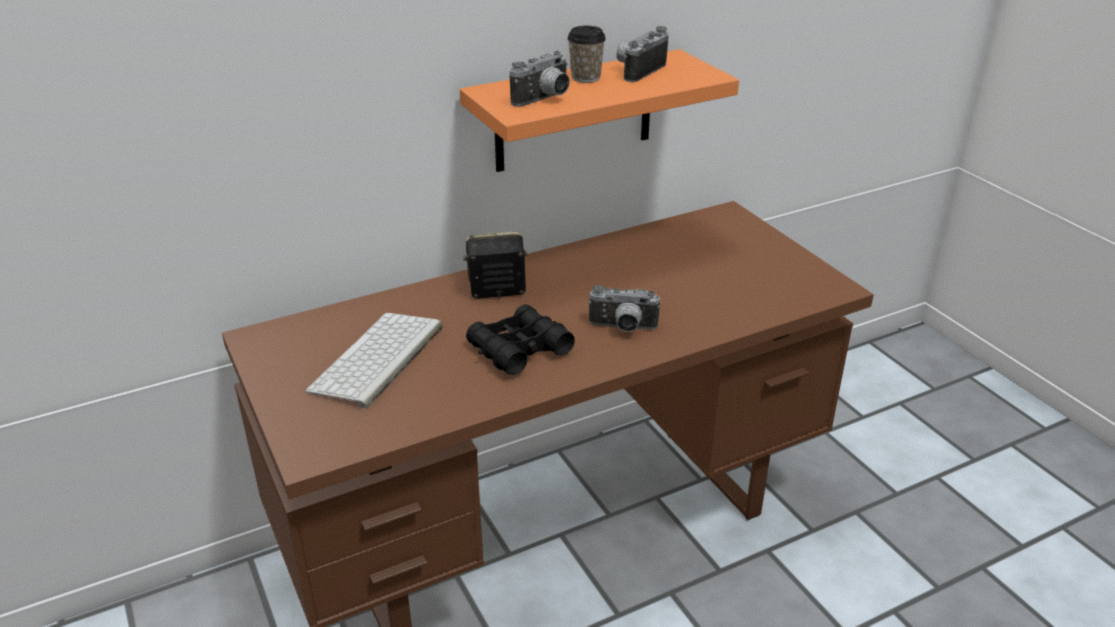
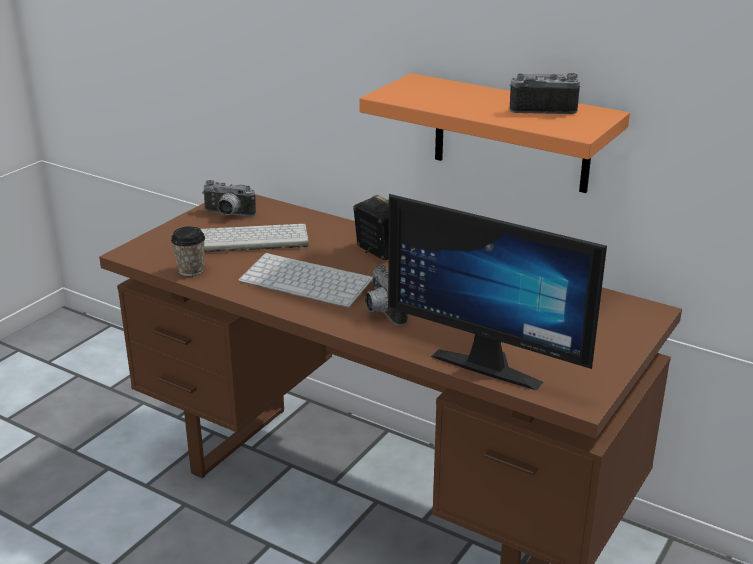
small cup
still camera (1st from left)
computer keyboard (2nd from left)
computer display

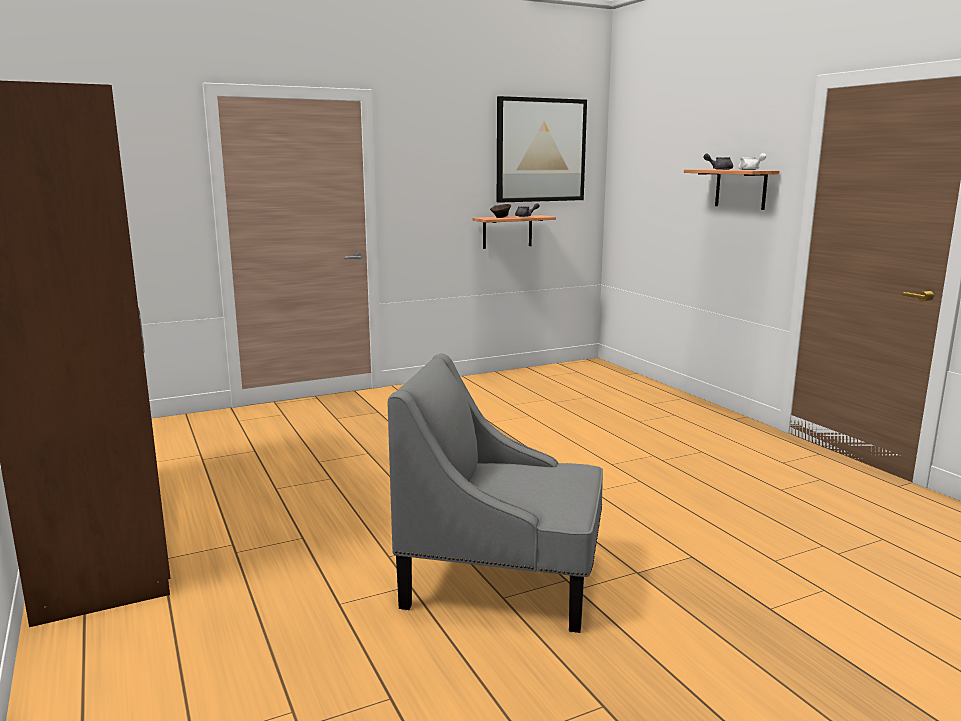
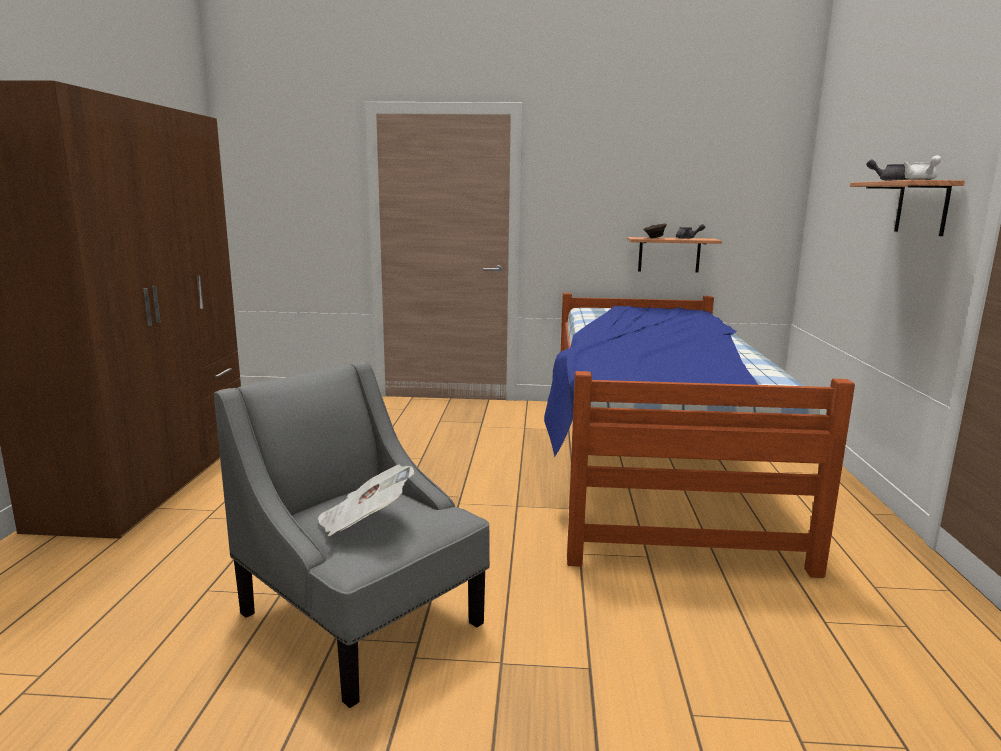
newspaper
bedroom bed
wall picture

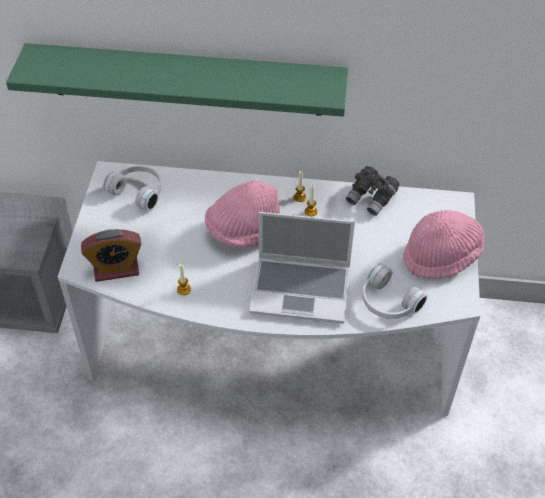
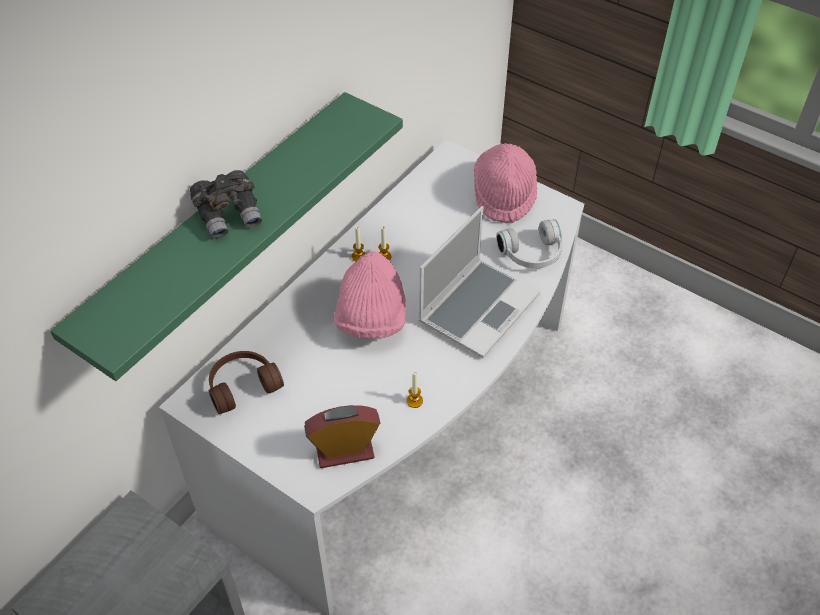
gray binoculars
brown-coloured pair of headphones
bedside clock

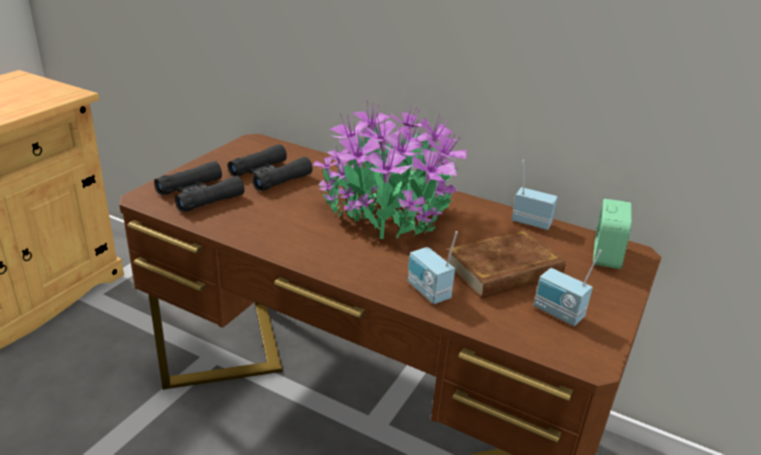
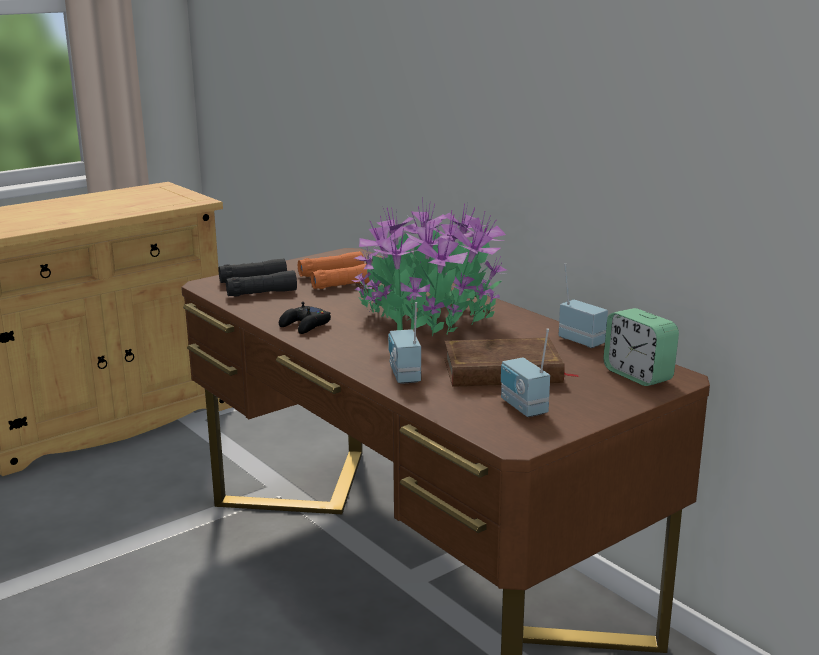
black-coloured game controller
orange binoculars
bedside clock

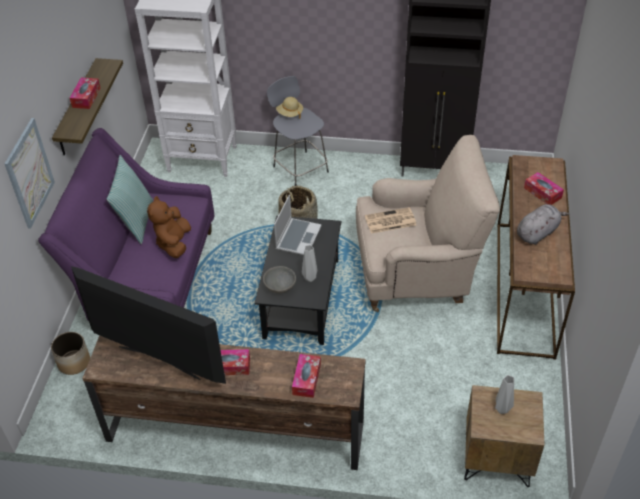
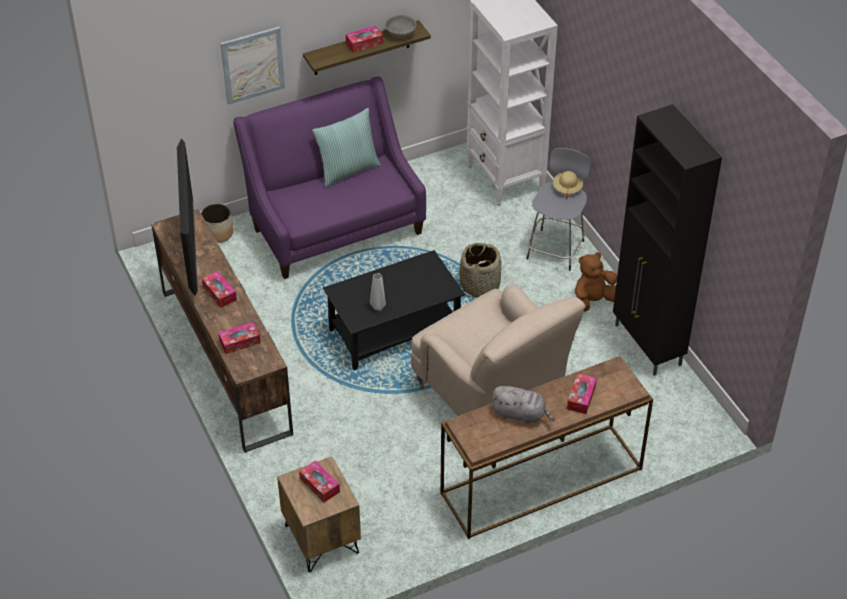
tissue box (3rd from left)
gray serving bowl
brown-coloured cuddly toy
notebook computer
newspaper

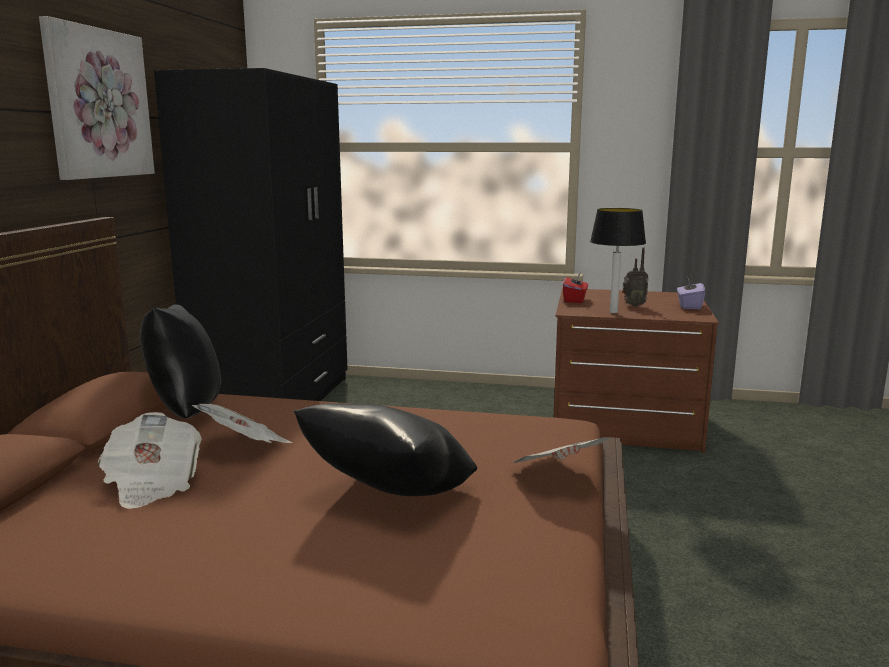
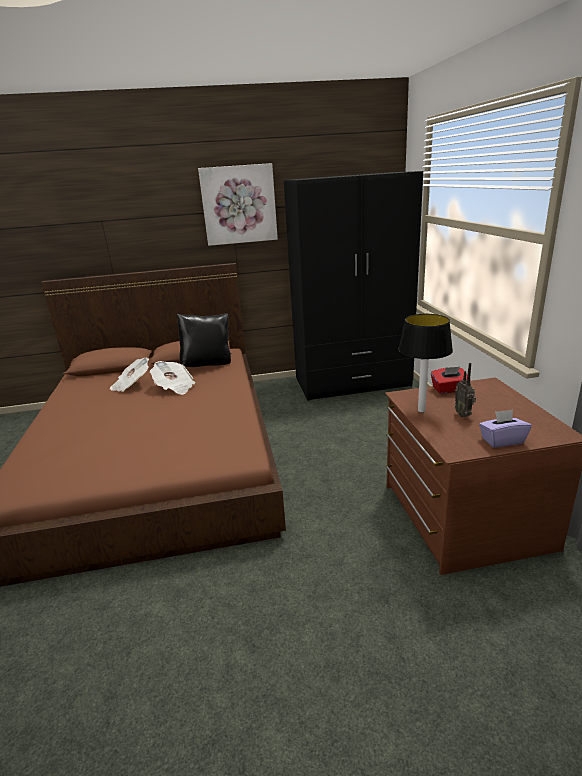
black-coloured pillow (2nd from left in the first image)
newspaper (3rd from left in the first image)

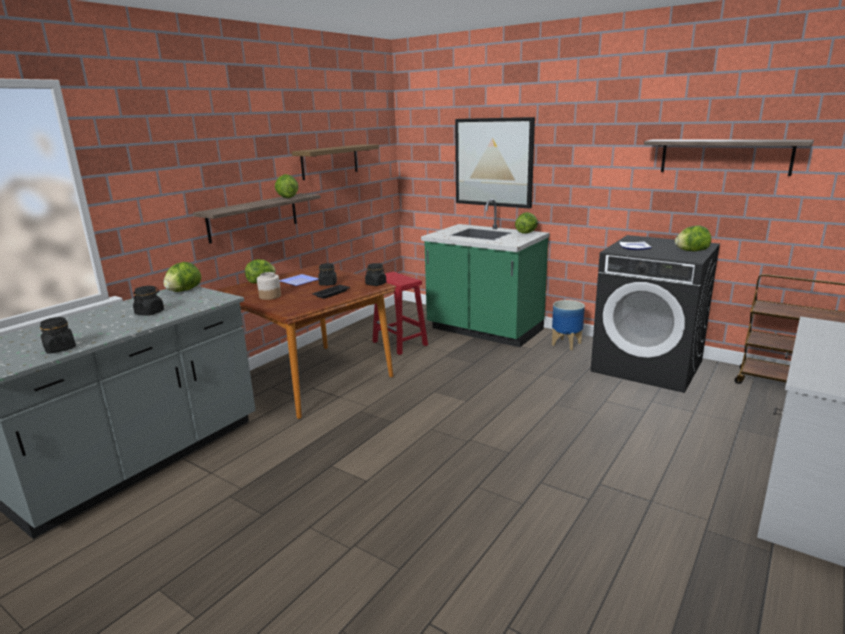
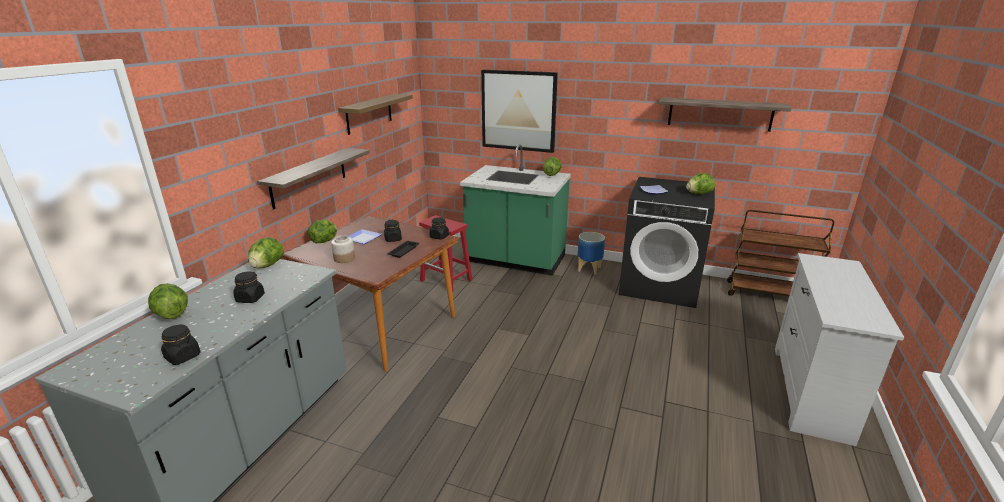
lettuce (1st from left)

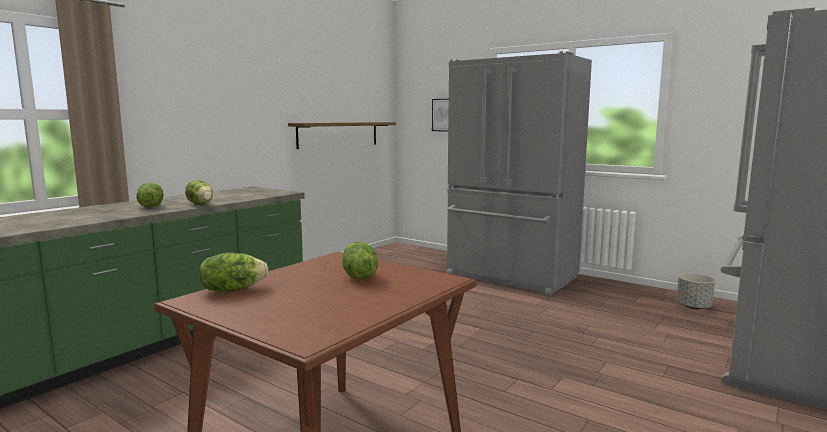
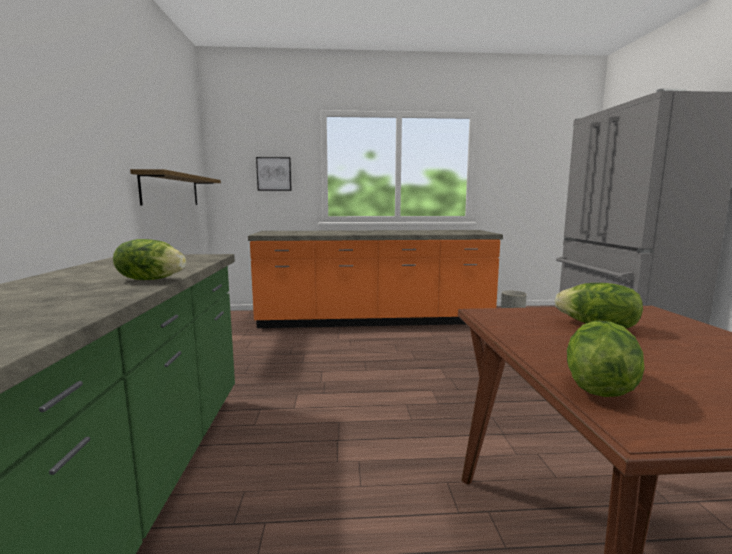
orange kitchen counter
lettuce (1st from left in the first image)

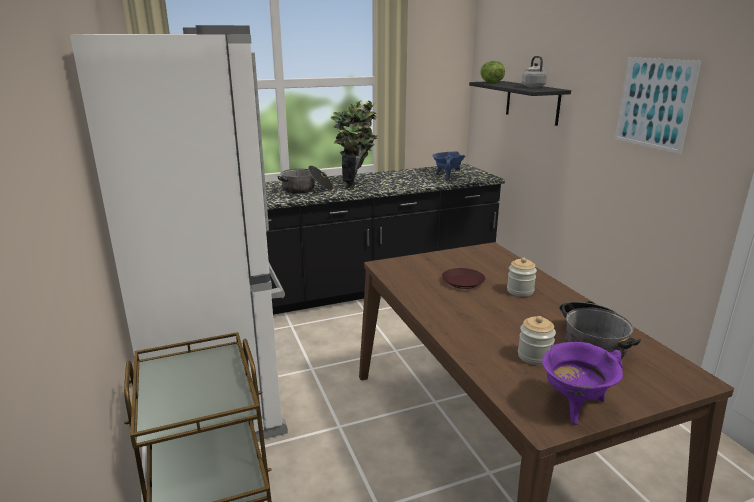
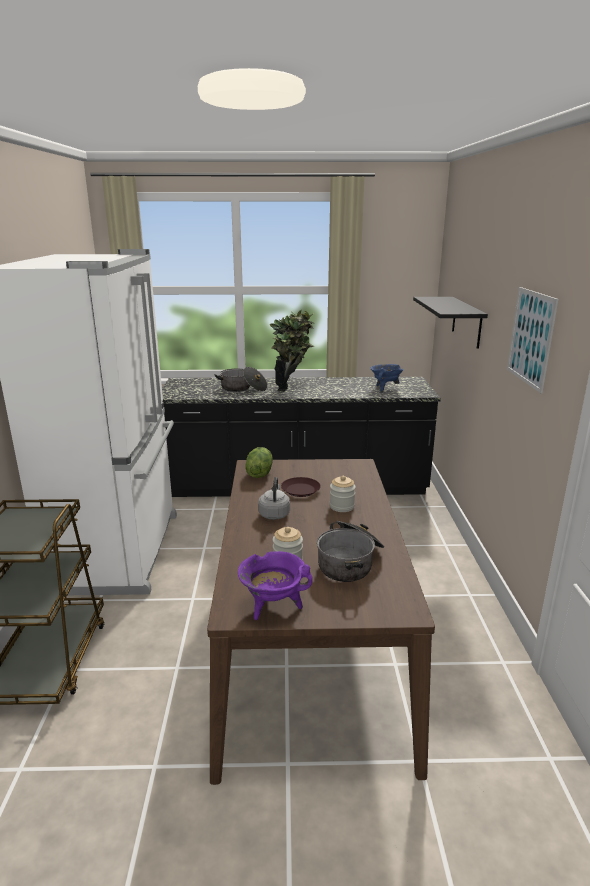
lettuce
gray kettle

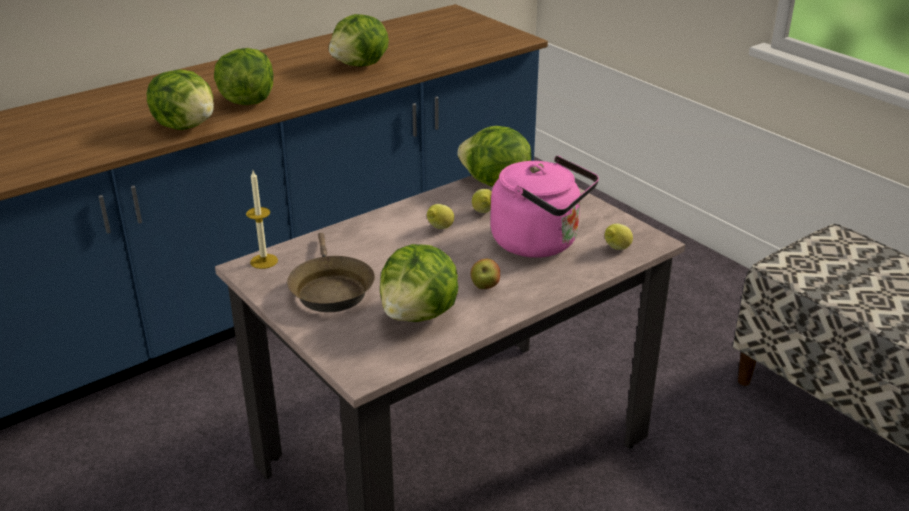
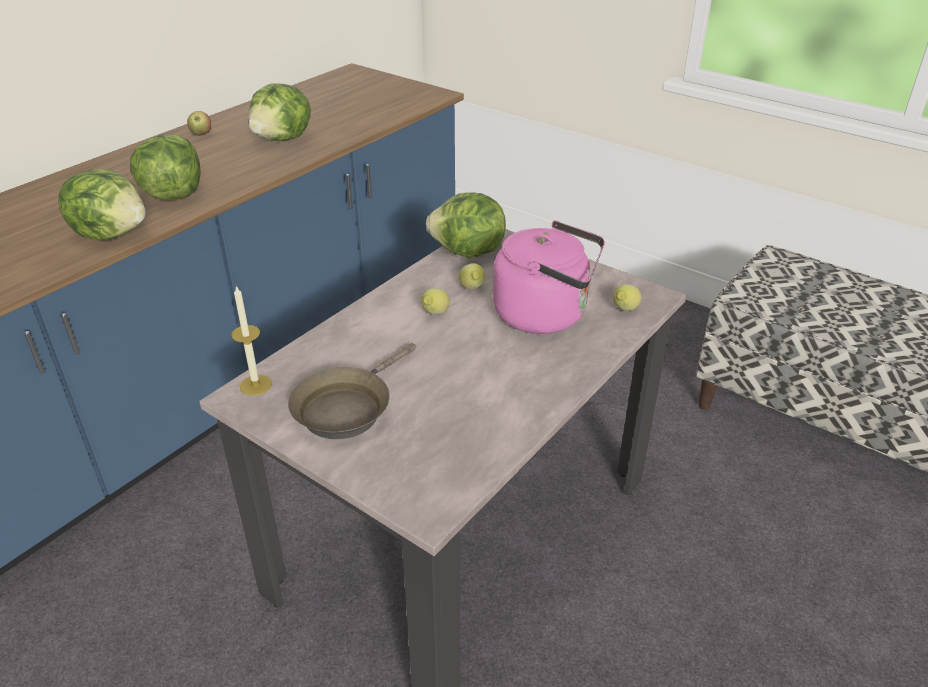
whole apple
brown-coloured pan
lettuce (4th from left in the first image)

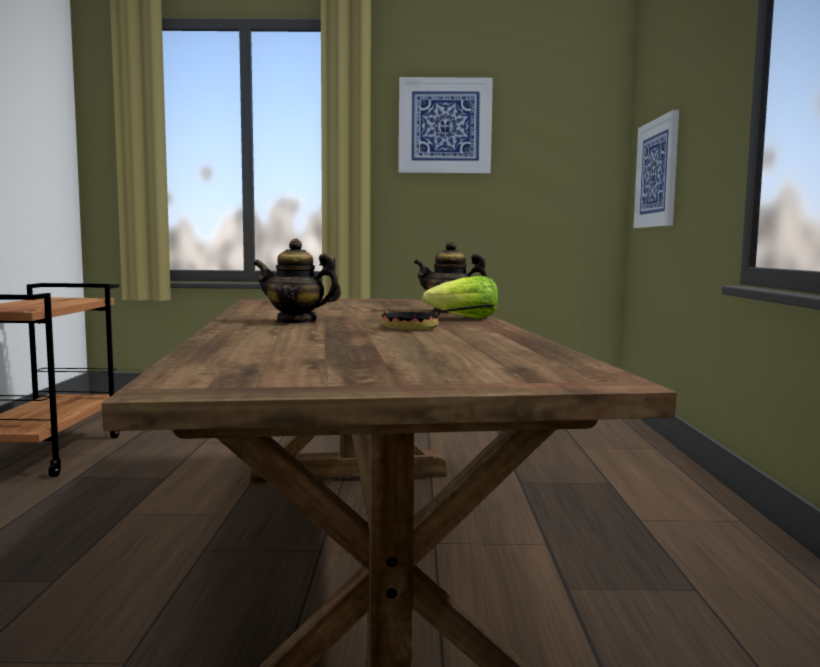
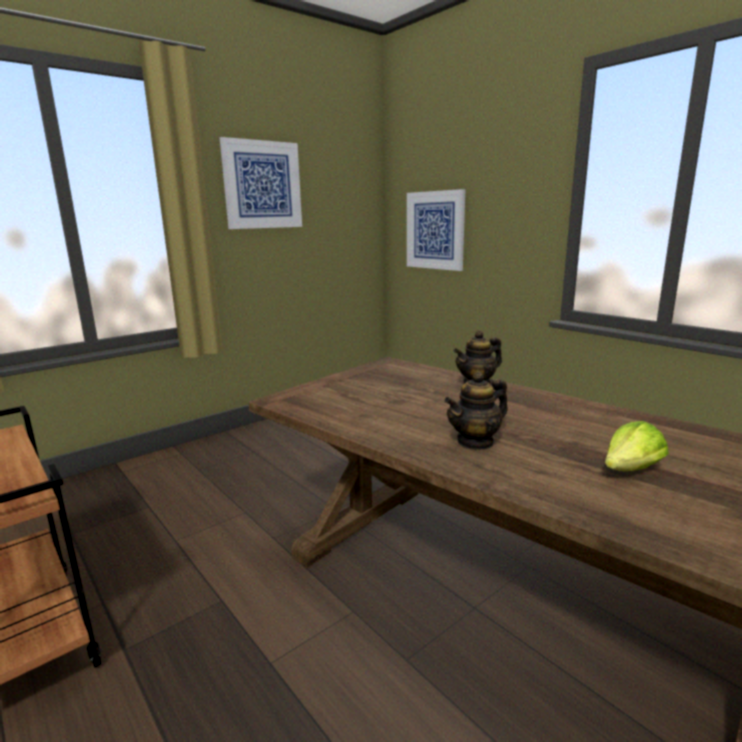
lettuce
pan

